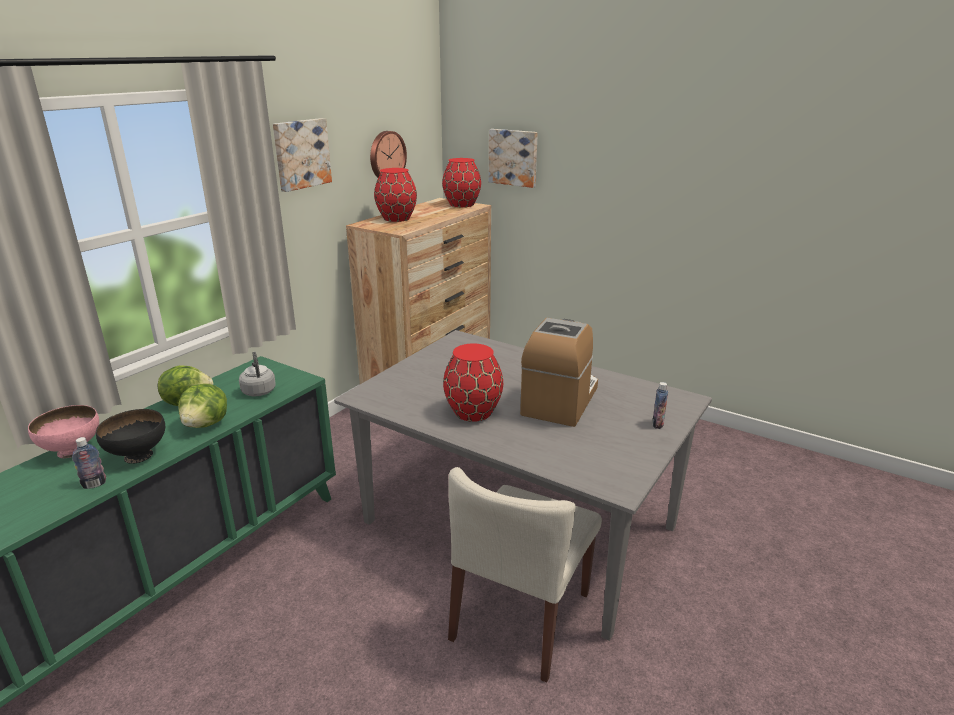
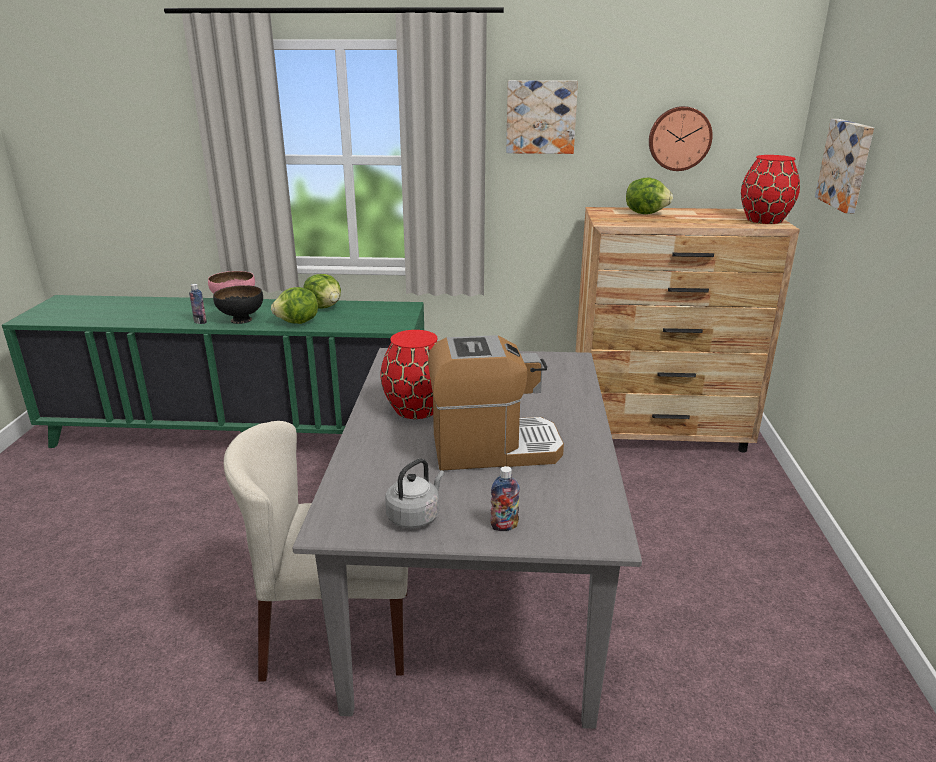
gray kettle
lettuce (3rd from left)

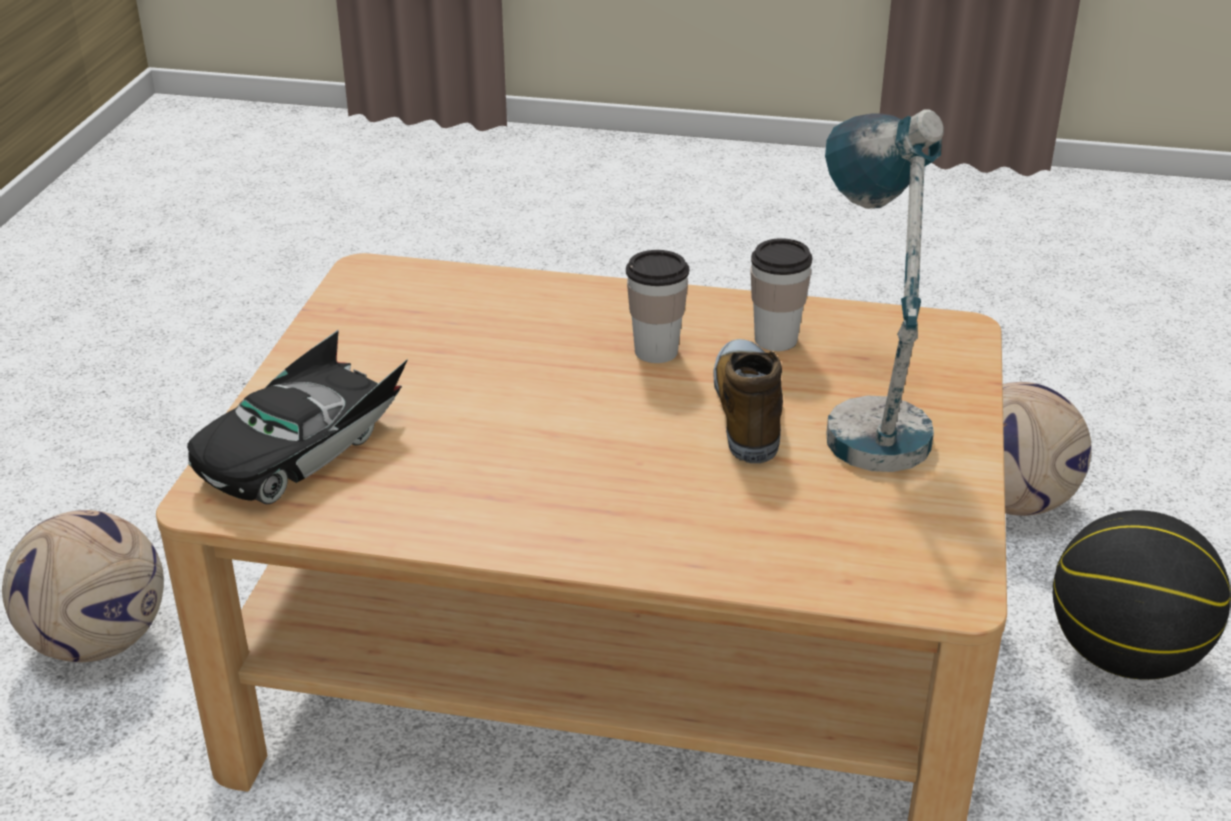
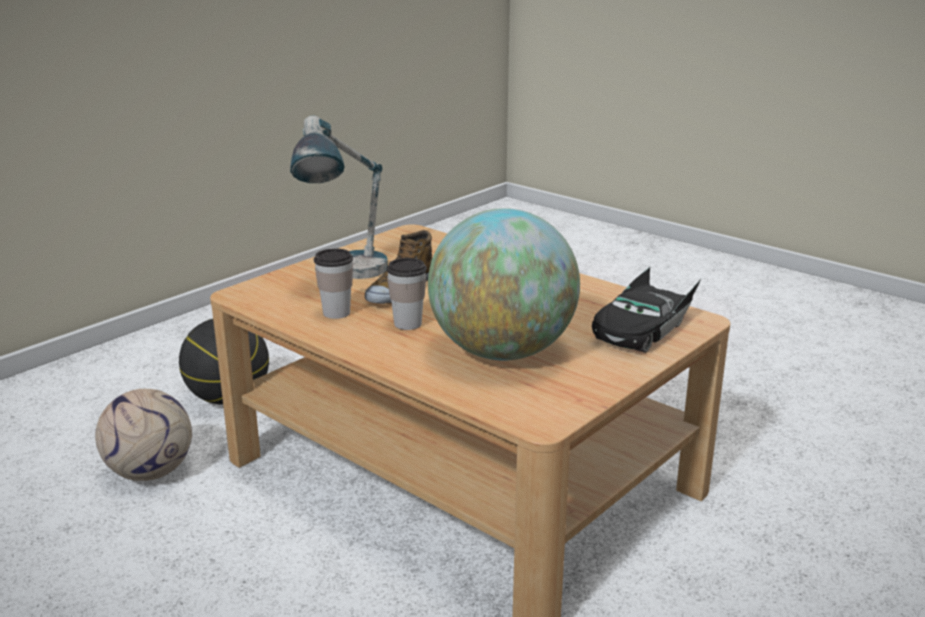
desk globe
black-coloured model car
football ball (1st from left in the first image)

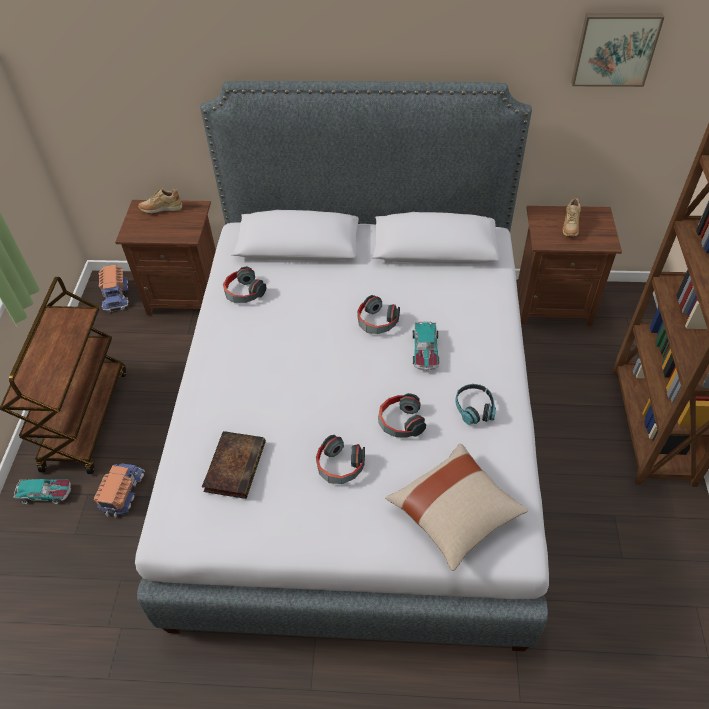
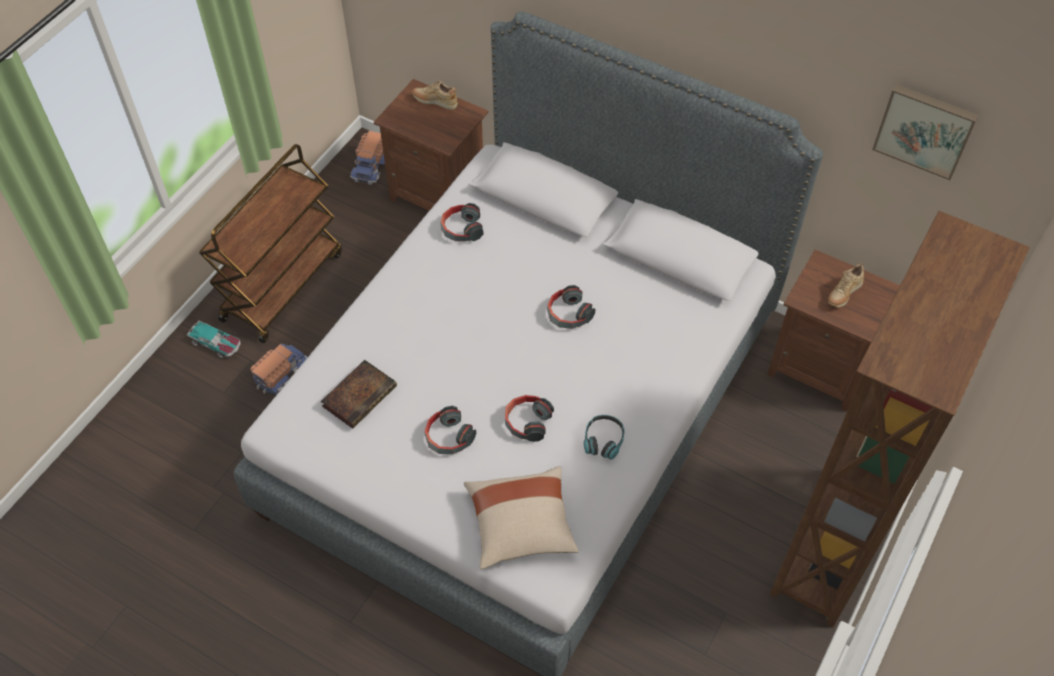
model car (2nd from left in the first image)

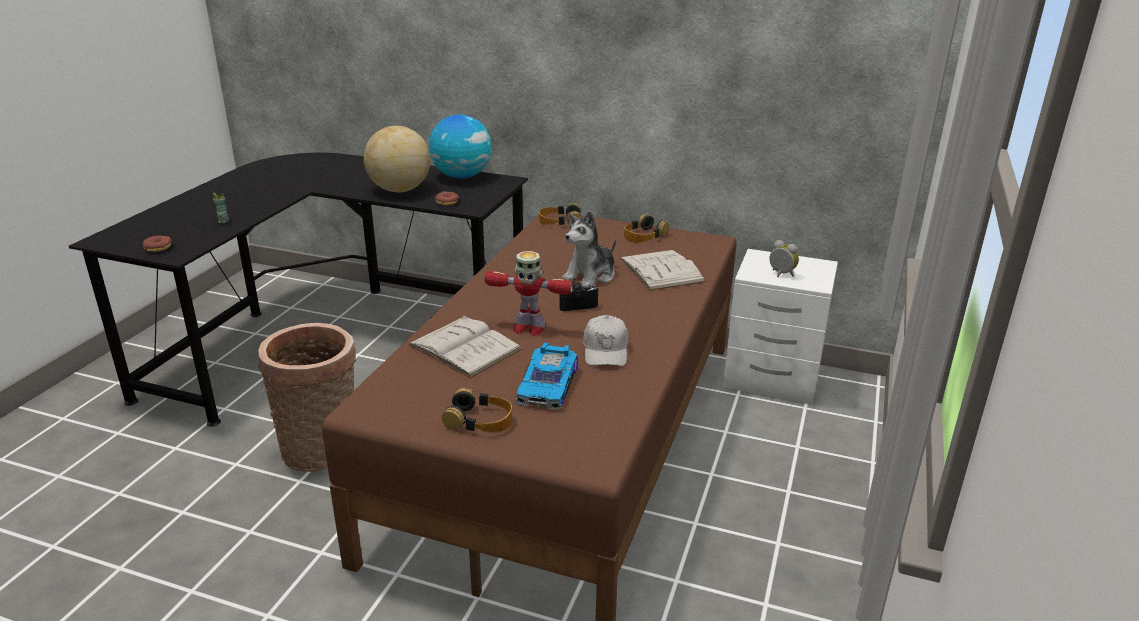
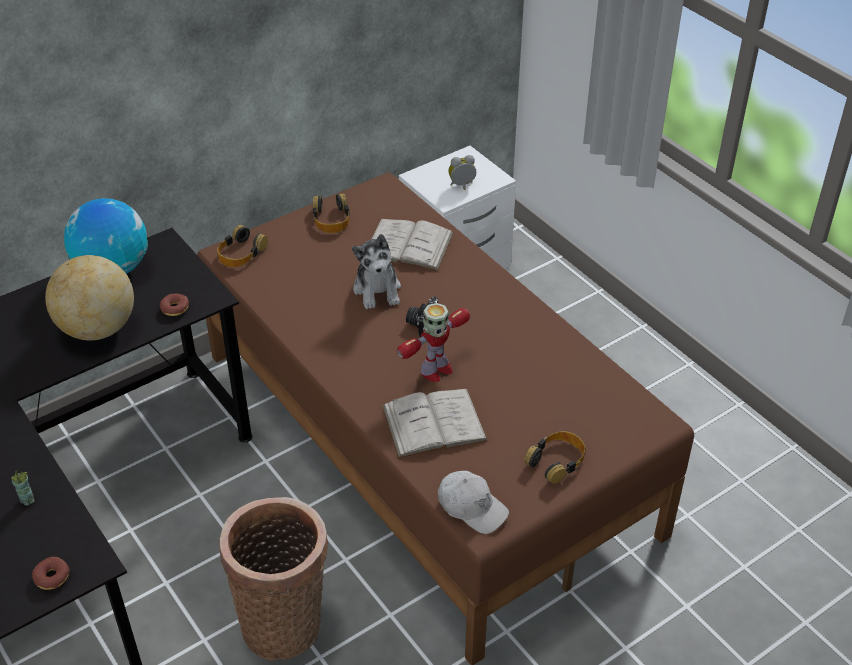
white baseball cap
model car

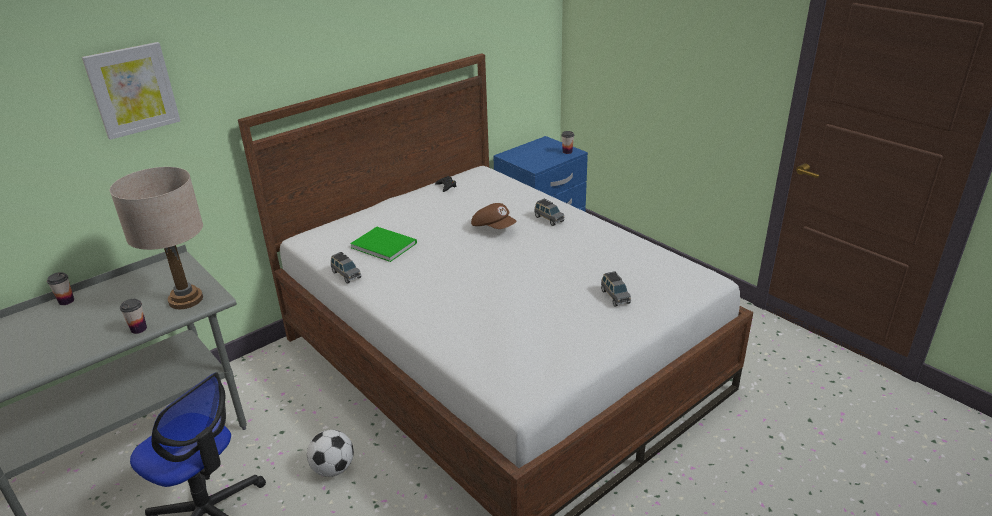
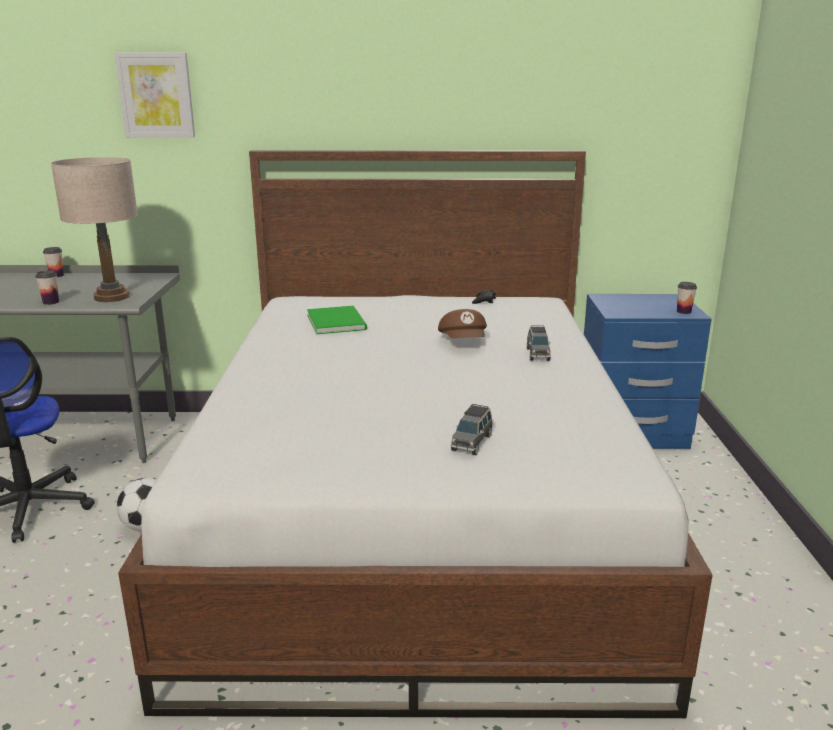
gray model car (1st from left in the first image)

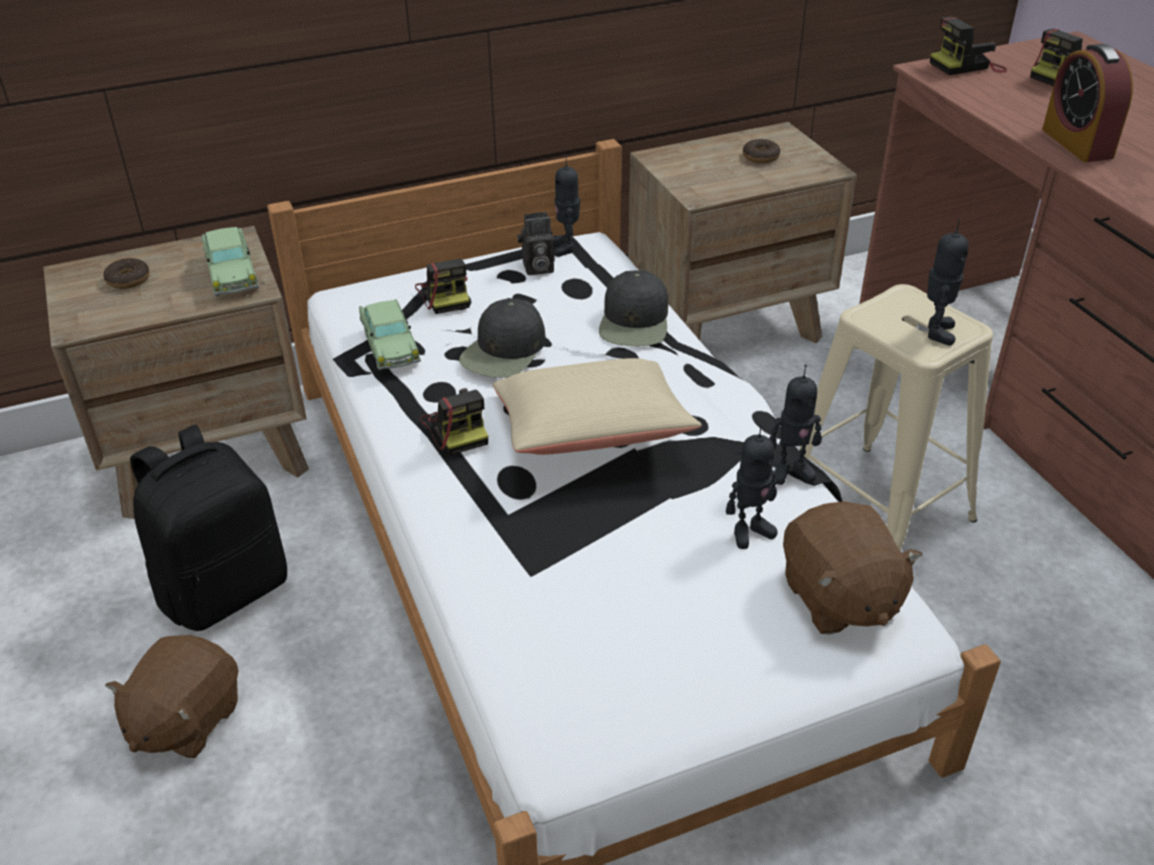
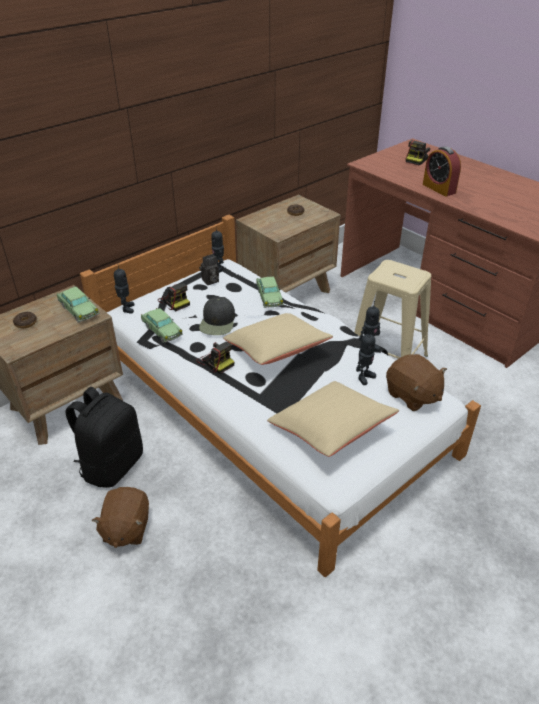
model robot (1st from left)
model car (3rd from left)
sand-coloured pillow (2nd from left)
still camera (4th from left in the first image)

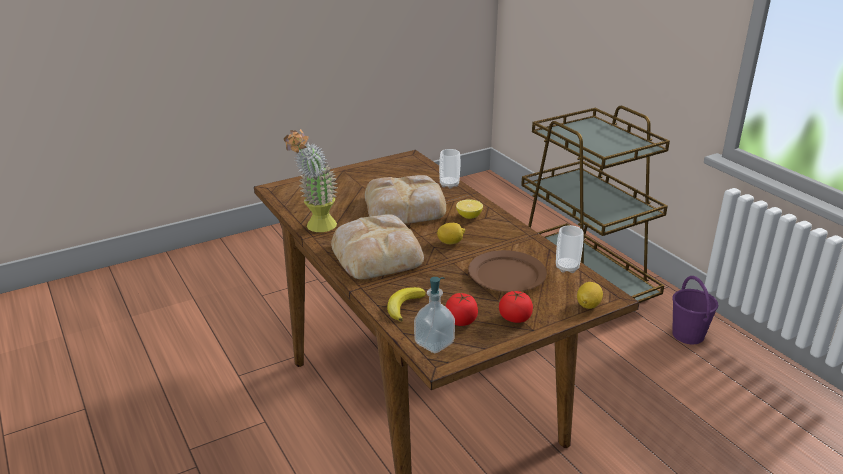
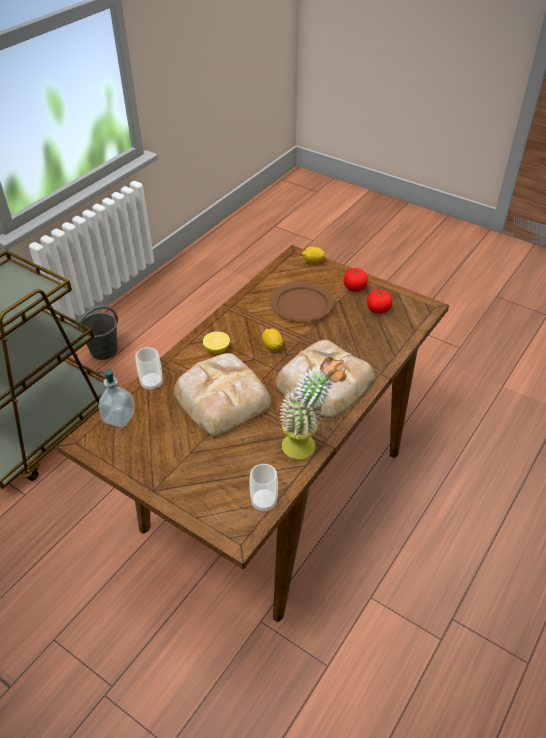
gray water bucket
soap bottle
small cup (2nd from left)
whole banana

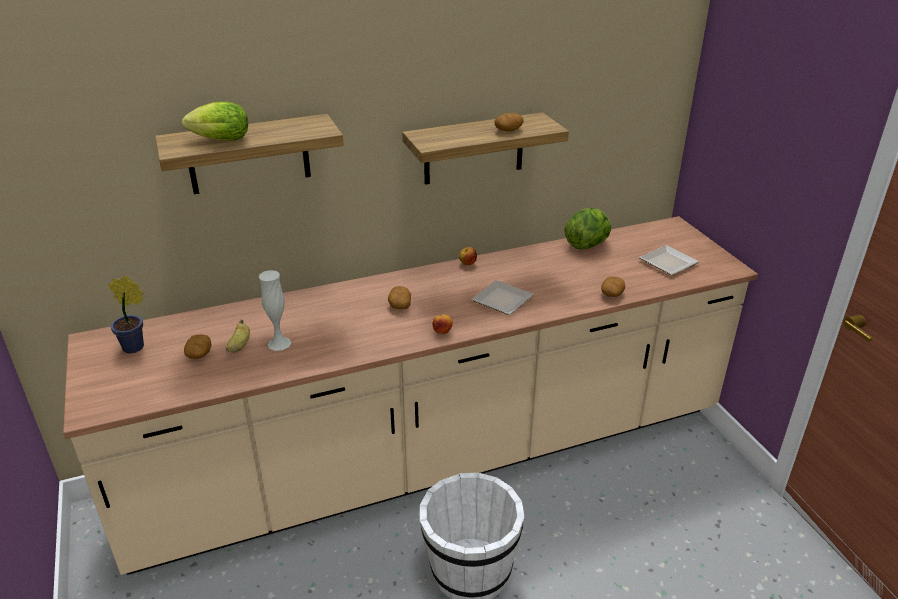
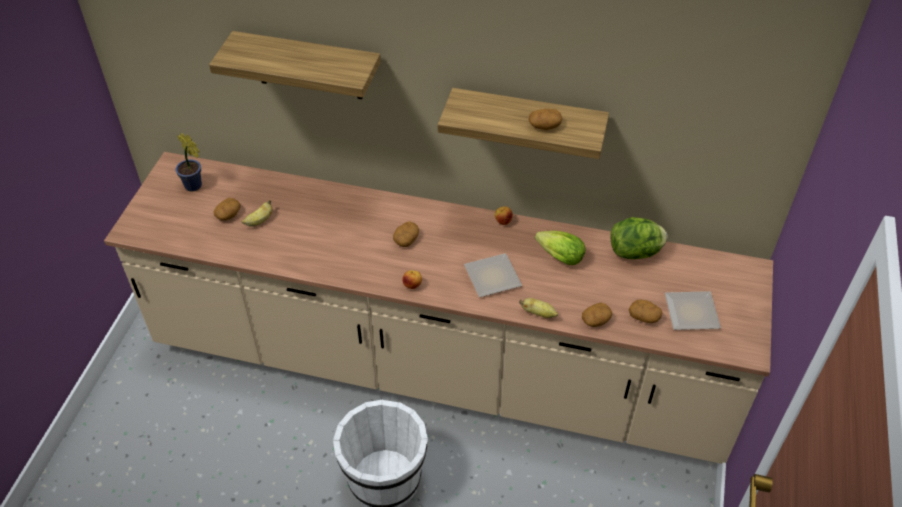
whole banana (2nd from left)
lettuce (1st from left)
potato (5th from left)
white vase

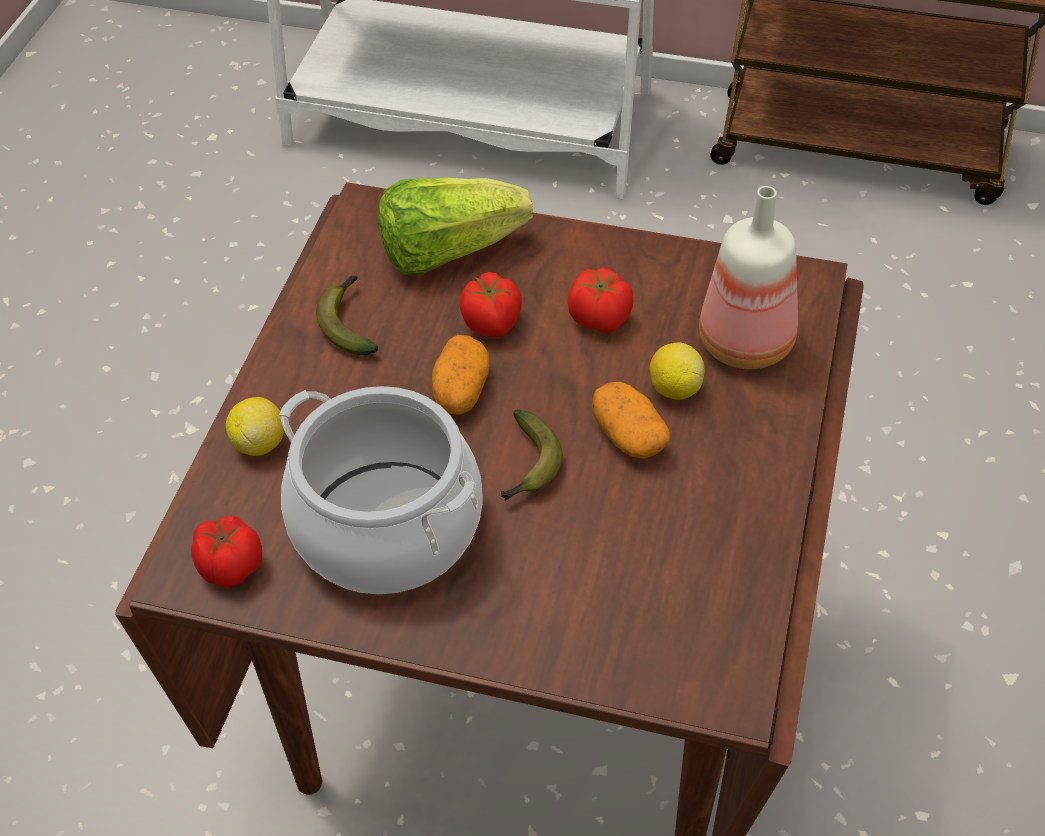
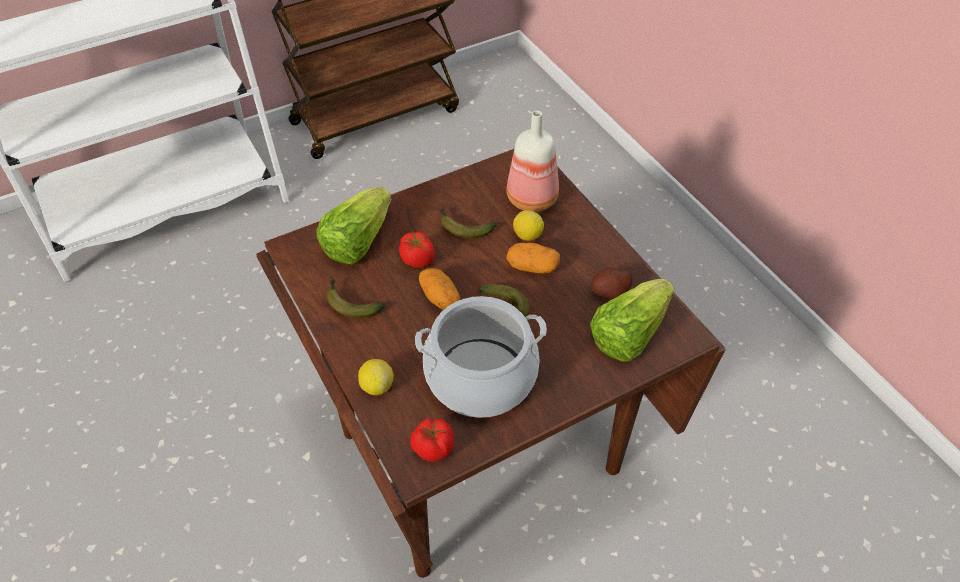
whole banana (2nd from left)
lettuce (2nd from left)
potato (3rd from left)

